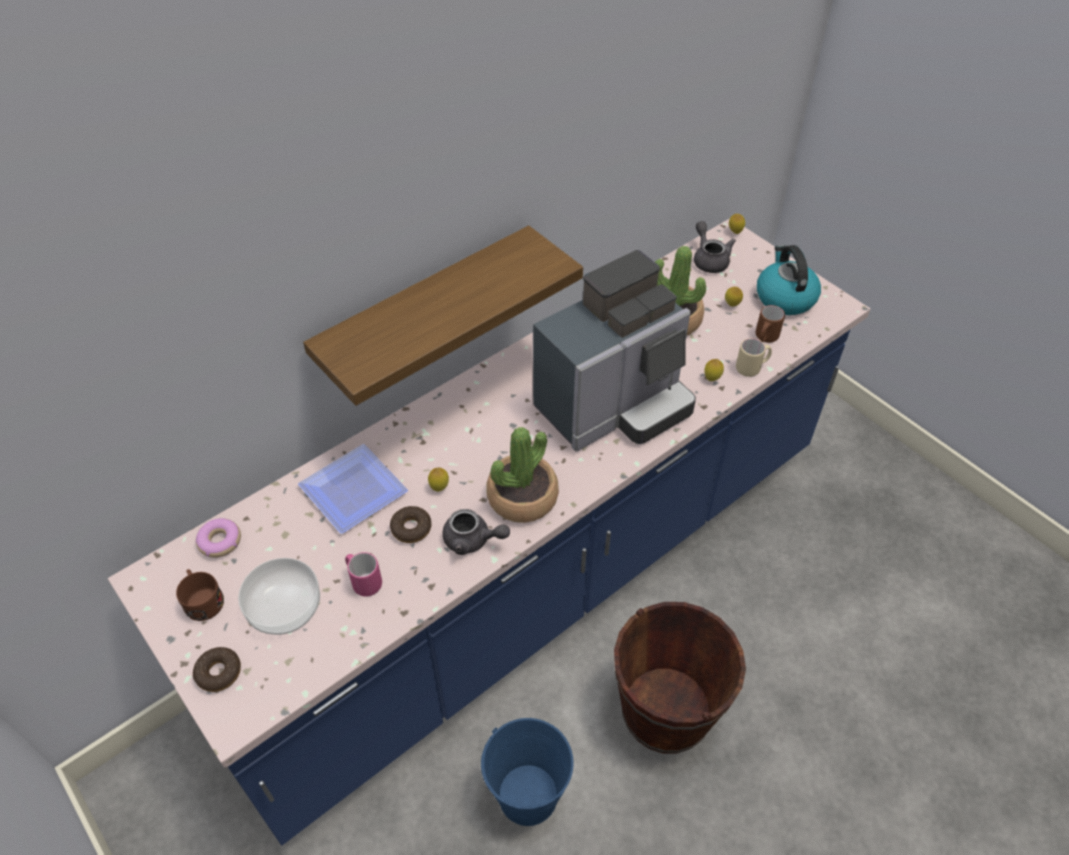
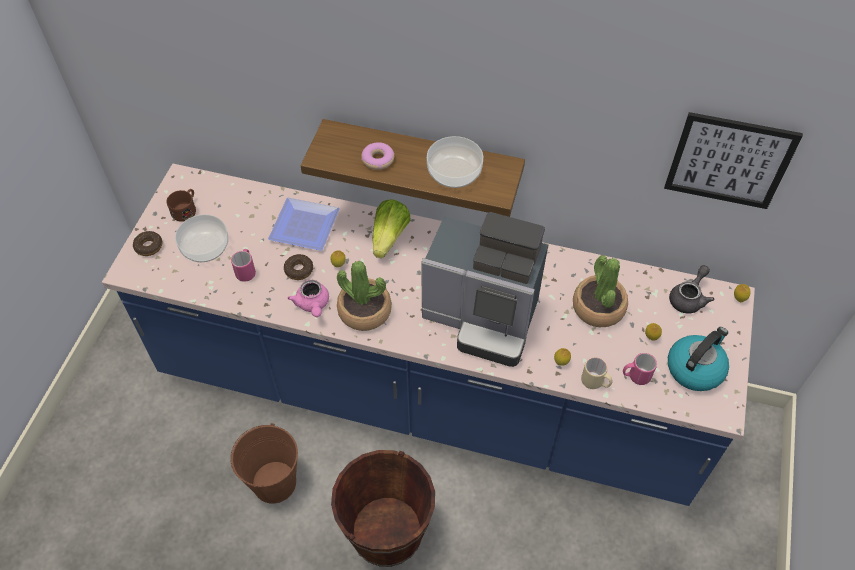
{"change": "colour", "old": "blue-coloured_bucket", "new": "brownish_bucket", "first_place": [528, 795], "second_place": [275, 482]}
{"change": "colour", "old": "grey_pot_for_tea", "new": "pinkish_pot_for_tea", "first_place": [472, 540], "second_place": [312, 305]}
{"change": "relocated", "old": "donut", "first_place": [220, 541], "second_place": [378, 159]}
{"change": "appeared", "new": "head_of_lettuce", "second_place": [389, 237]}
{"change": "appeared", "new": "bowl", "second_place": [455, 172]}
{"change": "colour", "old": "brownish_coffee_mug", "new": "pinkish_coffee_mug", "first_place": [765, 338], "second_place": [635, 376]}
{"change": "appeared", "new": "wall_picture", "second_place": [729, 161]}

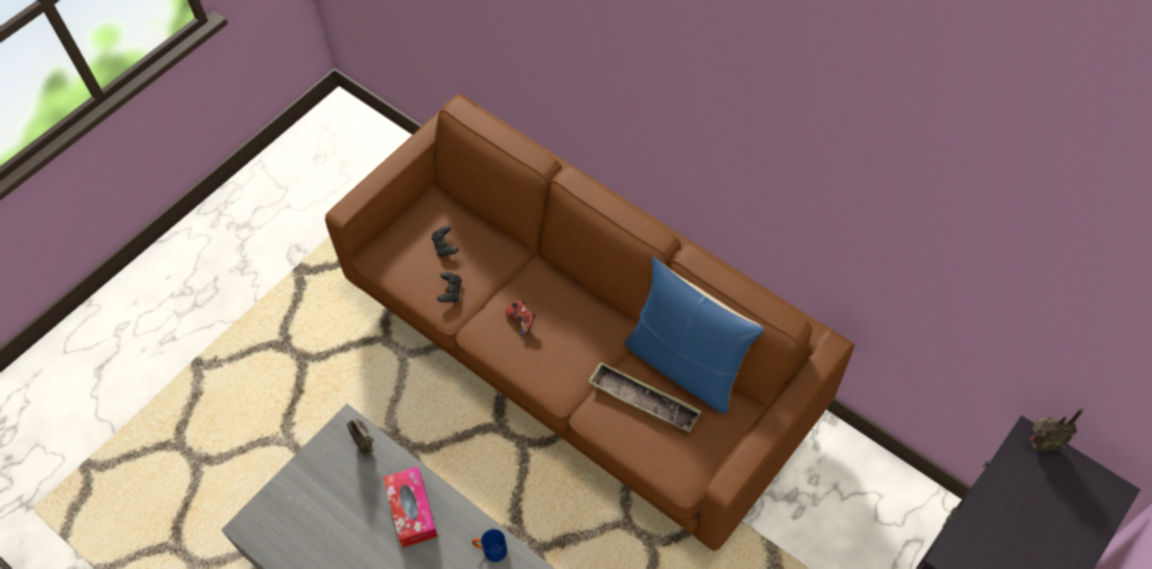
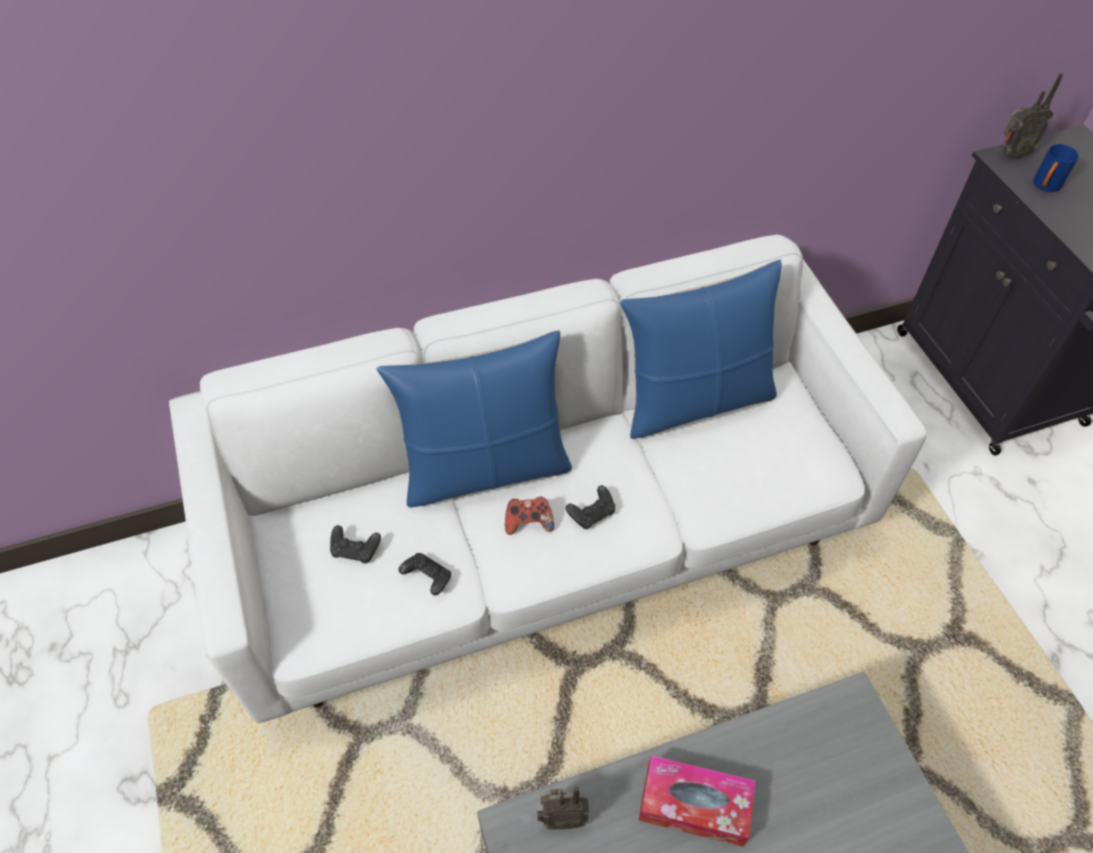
{"change": "colour", "old": "brownish_settee", "new": "white-coloured_settee", "first_place": [579, 360], "second_place": [547, 536]}
{"change": "appeared", "new": "blue-coloured_pillow", "second_place": [485, 468]}
{"change": "appeared", "new": "blackish_gamepad", "second_place": [592, 514]}
{"change": "spun", "old": "radio", "first_place": [1040, 444], "second_place": [1011, 154], "degrees": 45}
{"change": "relocated", "old": "blue-coloured_coffee_mug", "first_place": [490, 550], "second_place": [1044, 187]}
{"change": "missing", "old": "tray", "first_place": [643, 400]}

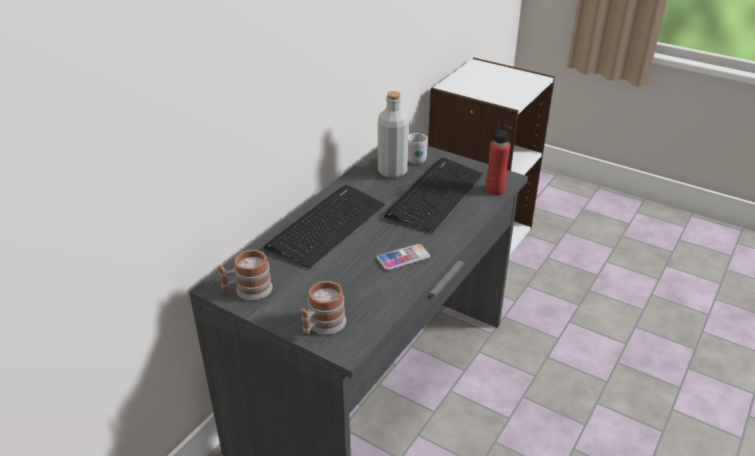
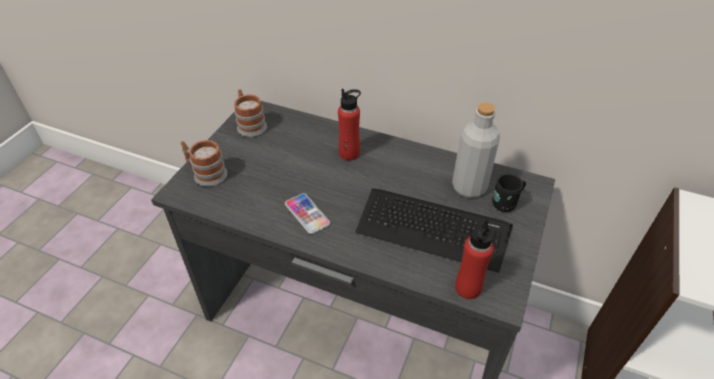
{"change": "exchanged", "old": "PC_keyboard", "new": "reddish_beverage_bottle", "first_place": [327, 226], "second_place": [349, 153]}
{"change": "colour", "old": "white-coloured_coffee_mug", "new": "blackish_coffee_mug", "first_place": [415, 159], "second_place": [506, 203]}

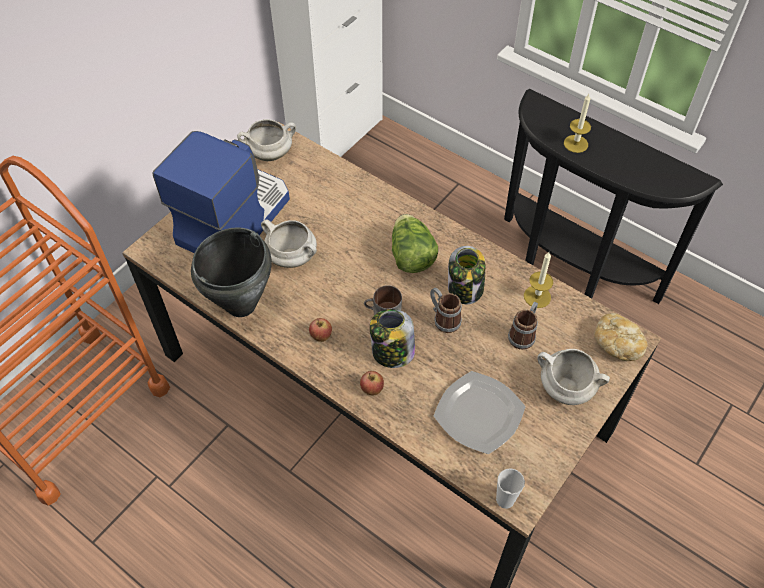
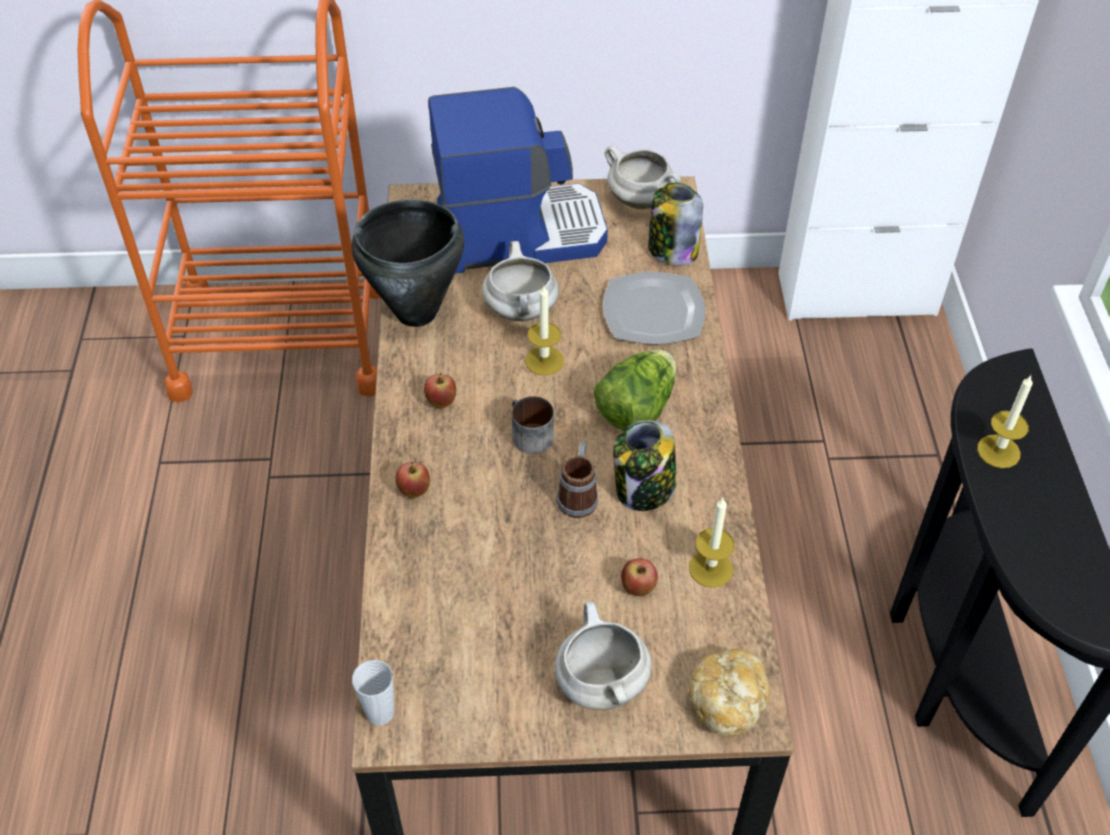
{"change": "appeared", "new": "wax_light", "second_place": [544, 361]}
{"change": "relocated", "old": "flat_dish", "first_place": [480, 413], "second_place": [654, 312]}
{"change": "exchanged", "old": "coffee_mug", "new": "apple_fruit", "first_place": [523, 334], "second_place": [638, 589]}
{"change": "relocated", "old": "storage_jar", "first_place": [392, 352], "second_place": [672, 250]}

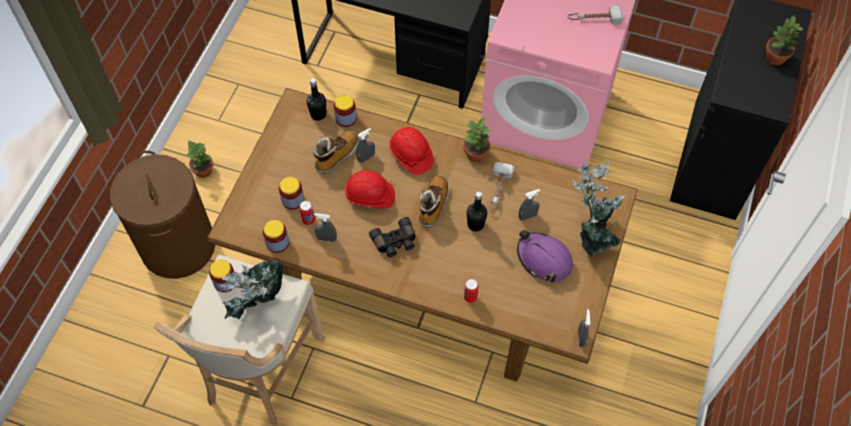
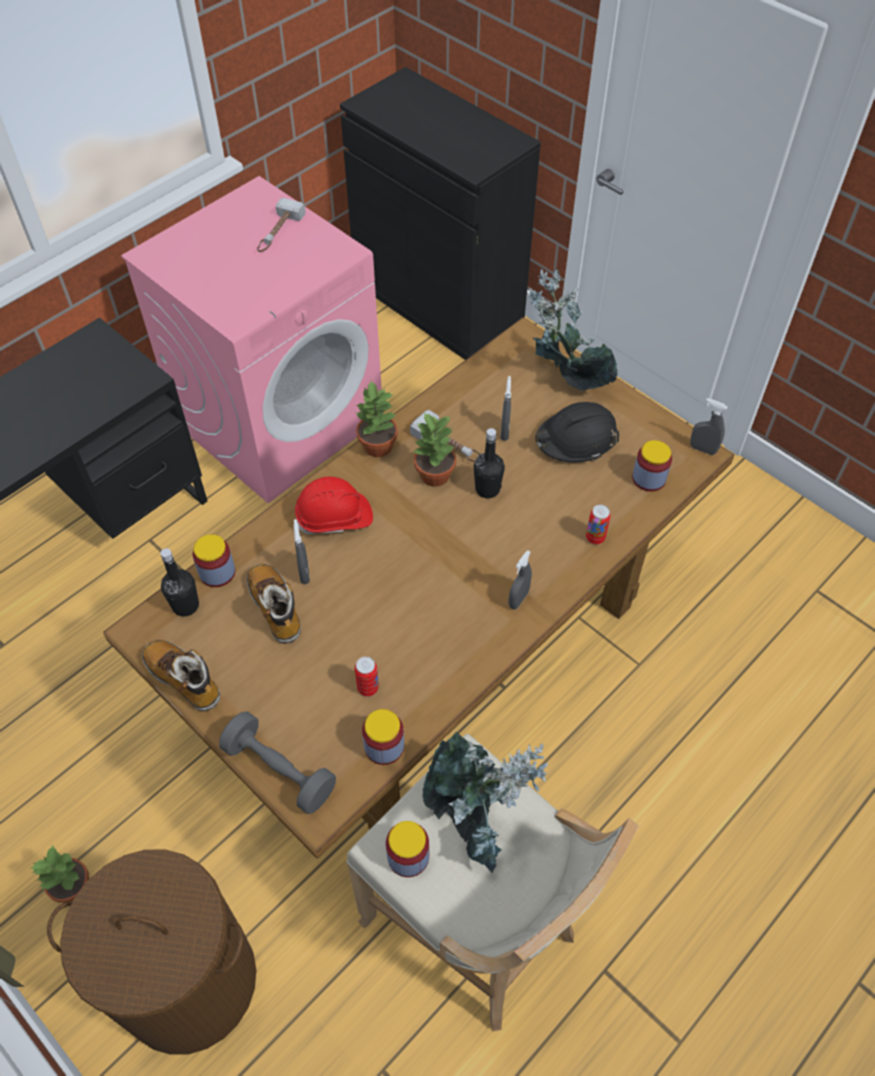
{"change": "relocated", "old": "boot", "first_place": [433, 204], "second_place": [184, 679]}
{"change": "appeared", "new": "grey_hand_weight", "second_place": [279, 770]}
{"change": "relocated", "old": "potted_plant", "first_place": [775, 58], "second_place": [435, 475]}
{"change": "relocated", "old": "grey_sprayer", "first_place": [326, 238], "second_place": [518, 599]}
{"change": "colour", "old": "purplish_work_helmet", "new": "blackish_work_helmet", "first_place": [544, 259], "second_place": [576, 440]}
{"change": "relocated", "old": "storage_jar", "first_place": [293, 200], "second_place": [649, 478]}
{"change": "missing", "old": "reddish_work_helmet", "first_place": [370, 196]}
{"change": "missing", "old": "blackish_pair_of_binoculars", "first_place": [395, 242]}

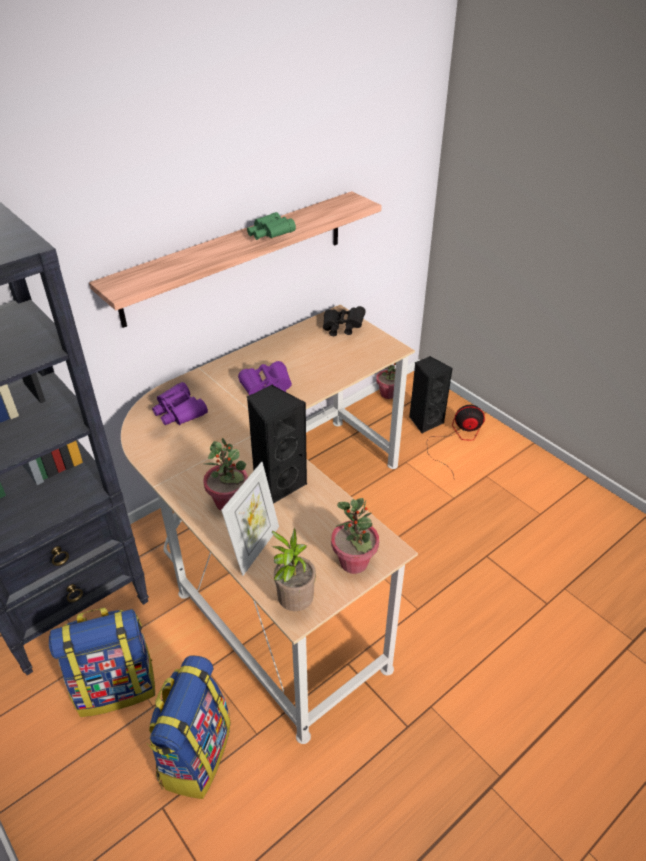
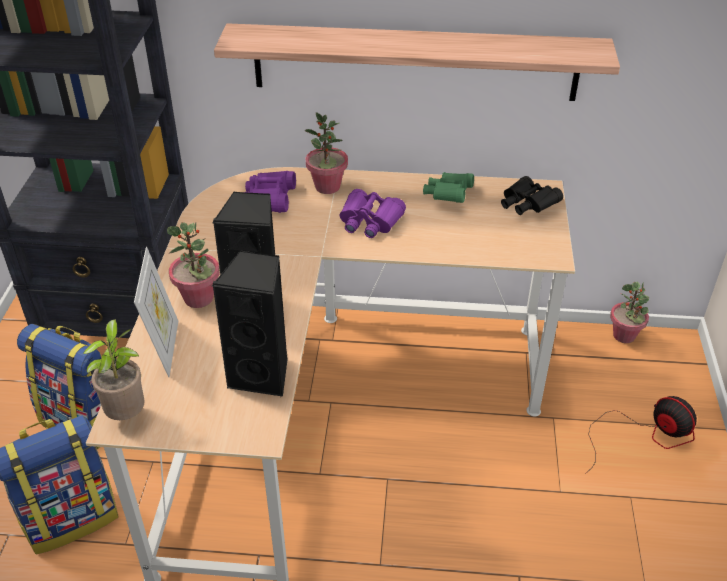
{"change": "spun", "old": "standing_frame", "first_place": [255, 548], "second_place": [165, 348], "degrees": -75}
{"change": "relocated", "old": "blackish_speaker", "first_place": [425, 421], "second_place": [262, 374]}
{"change": "relocated", "old": "potted_plant", "first_place": [354, 562], "second_place": [327, 187]}
{"change": "relocated", "old": "greenish_pair_of_binoculars", "first_place": [270, 236], "second_place": [448, 196]}

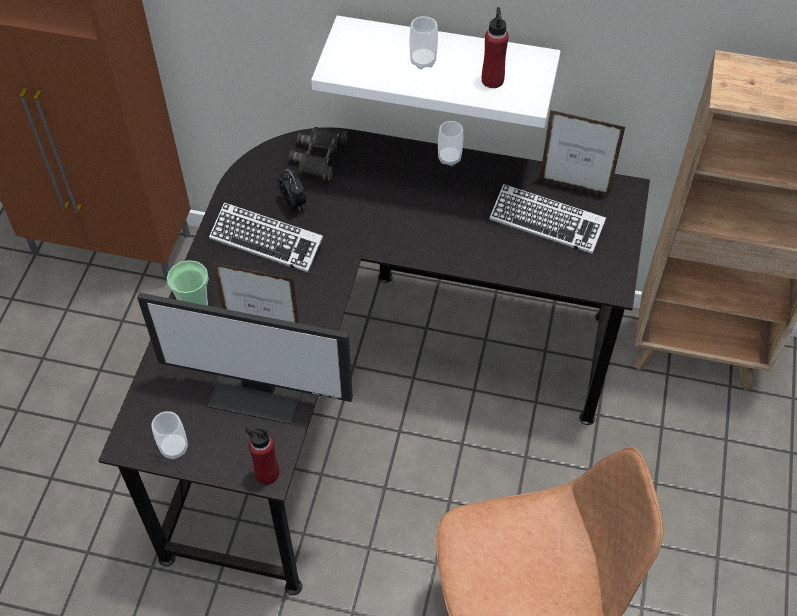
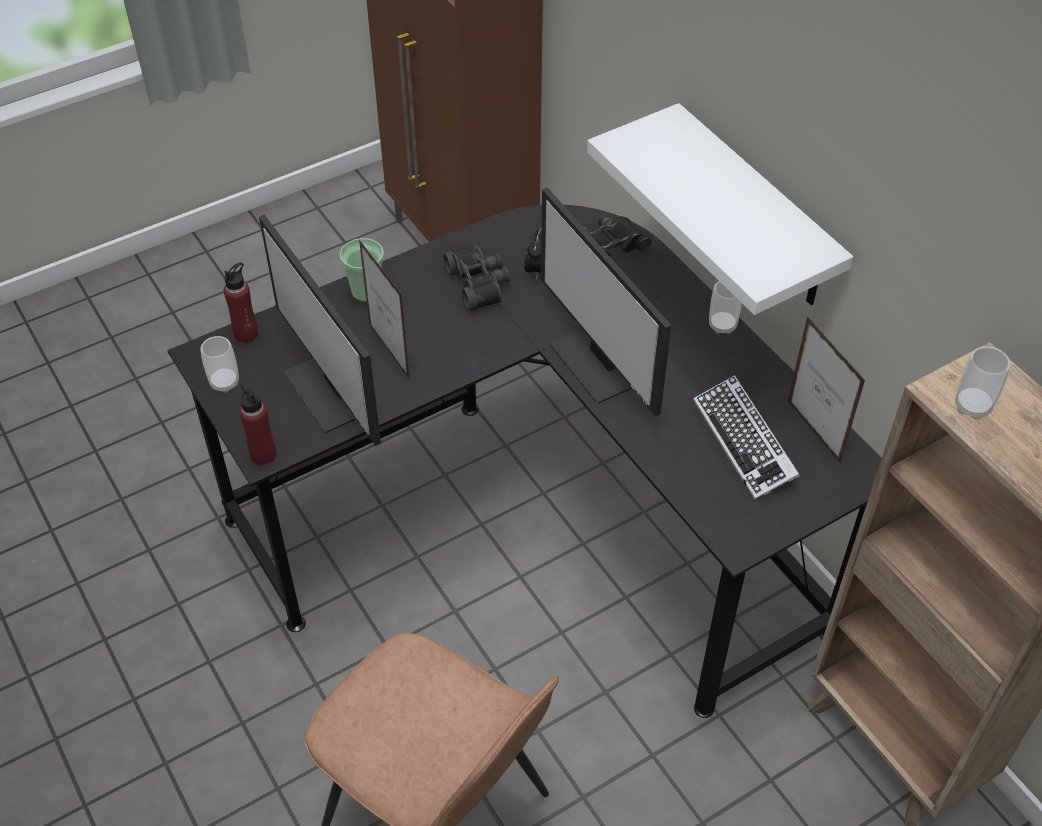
{"change": "relocated", "old": "reddish_beverage_bottle", "first_place": [492, 80], "second_place": [246, 334]}
{"change": "exchanged", "old": "PC_keyboard", "new": "blackish_pair_of_binoculars", "first_place": [267, 241], "second_place": [480, 284]}
{"change": "appeared", "new": "computer_display", "second_place": [599, 363]}
{"change": "relocated", "old": "small_cup", "first_place": [423, 61], "second_place": [972, 406]}

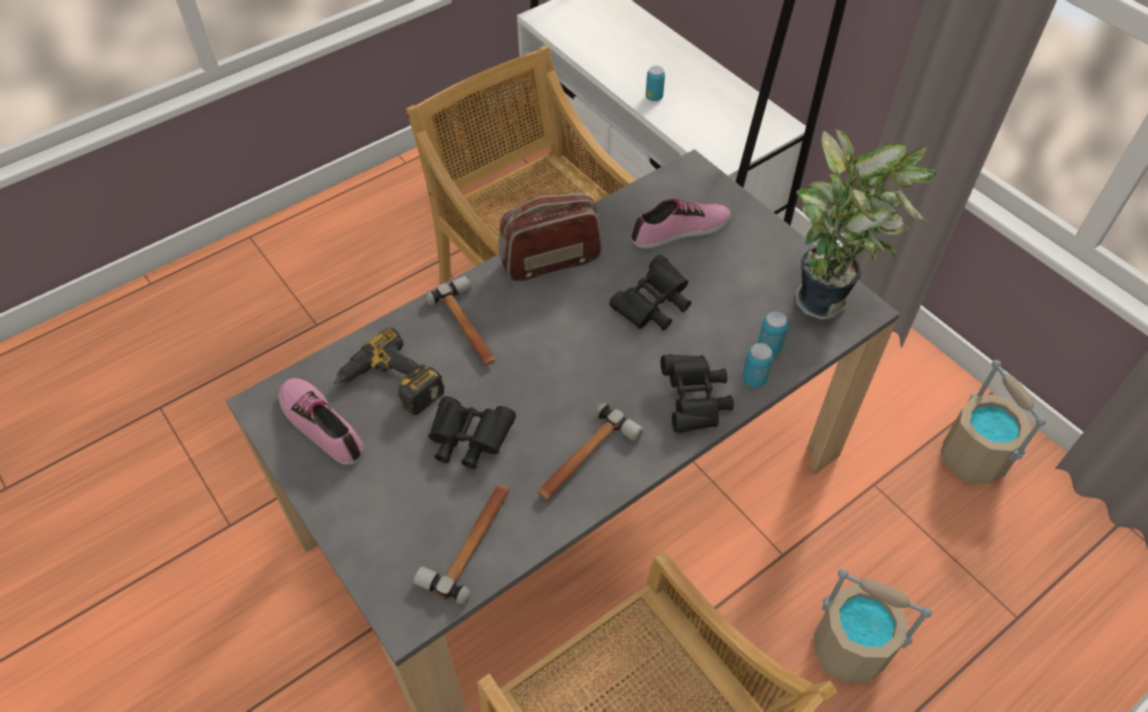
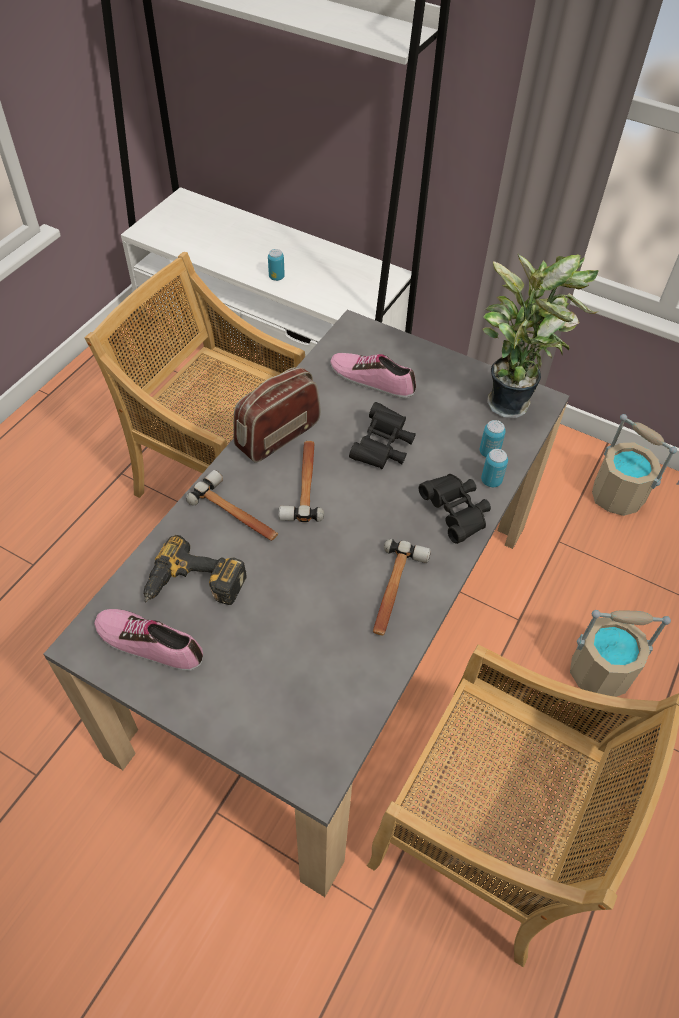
{"change": "relocated", "old": "tool_hammer", "first_place": [471, 542], "second_place": [304, 483]}
{"change": "spun", "old": "low_shoe", "first_place": [681, 231], "second_place": [372, 379], "degrees": -105}
{"change": "missing", "old": "blackish_pair_of_binoculars", "first_place": [469, 441]}

